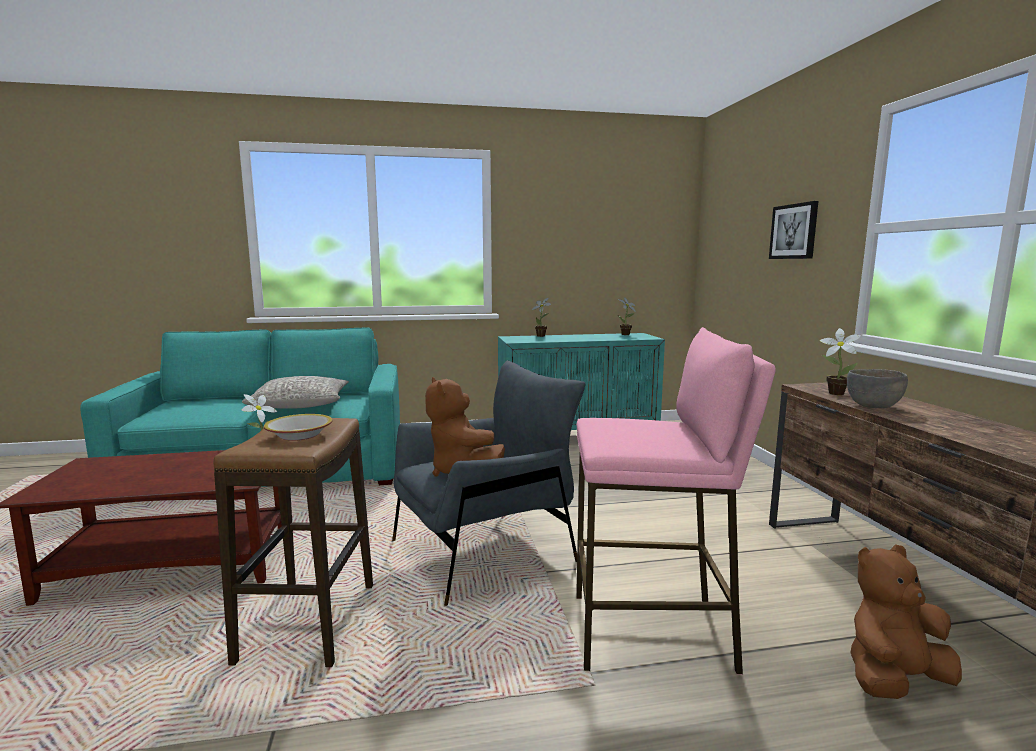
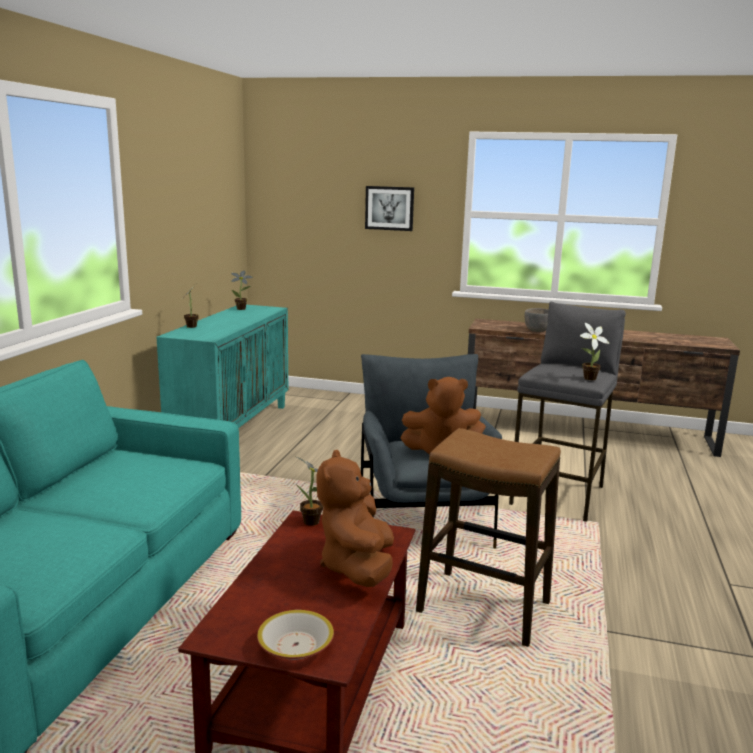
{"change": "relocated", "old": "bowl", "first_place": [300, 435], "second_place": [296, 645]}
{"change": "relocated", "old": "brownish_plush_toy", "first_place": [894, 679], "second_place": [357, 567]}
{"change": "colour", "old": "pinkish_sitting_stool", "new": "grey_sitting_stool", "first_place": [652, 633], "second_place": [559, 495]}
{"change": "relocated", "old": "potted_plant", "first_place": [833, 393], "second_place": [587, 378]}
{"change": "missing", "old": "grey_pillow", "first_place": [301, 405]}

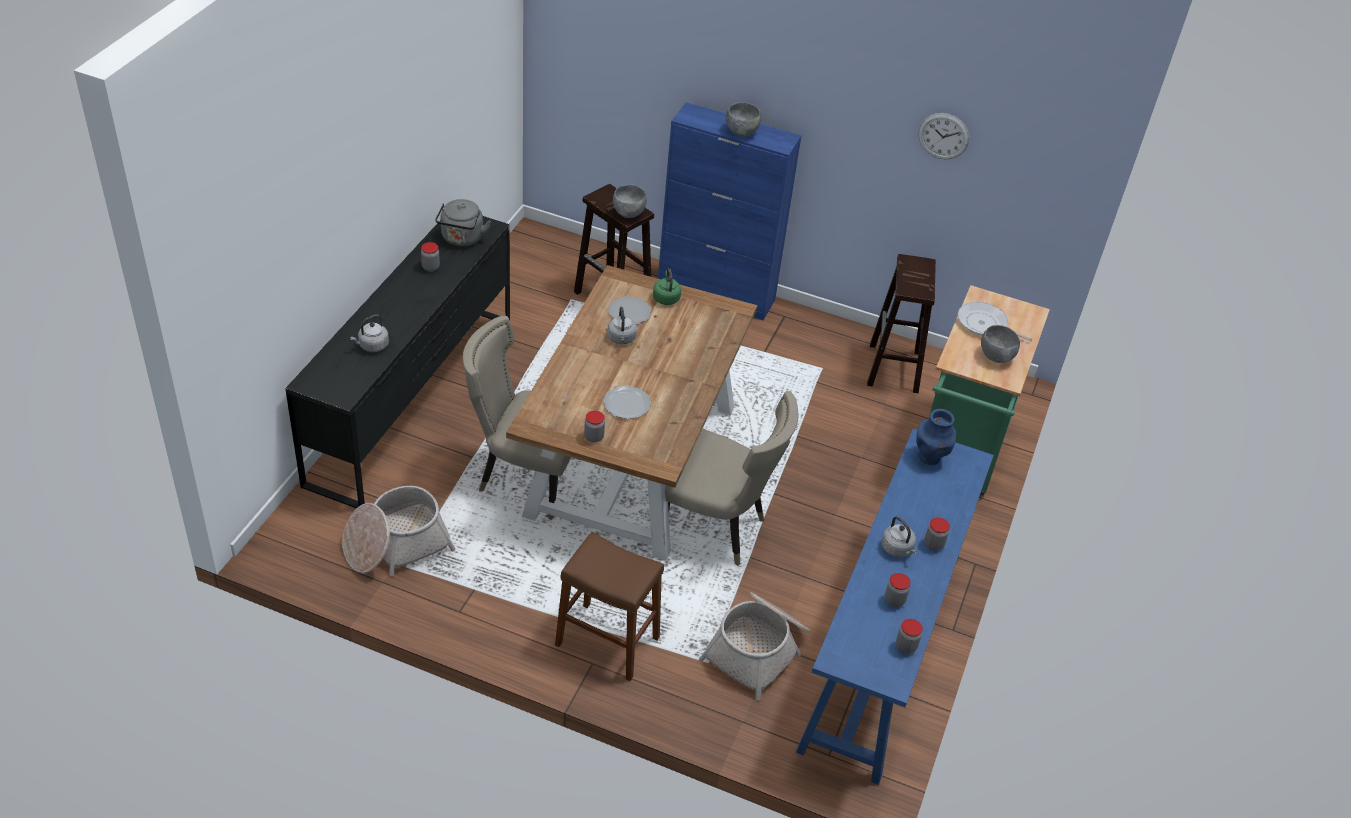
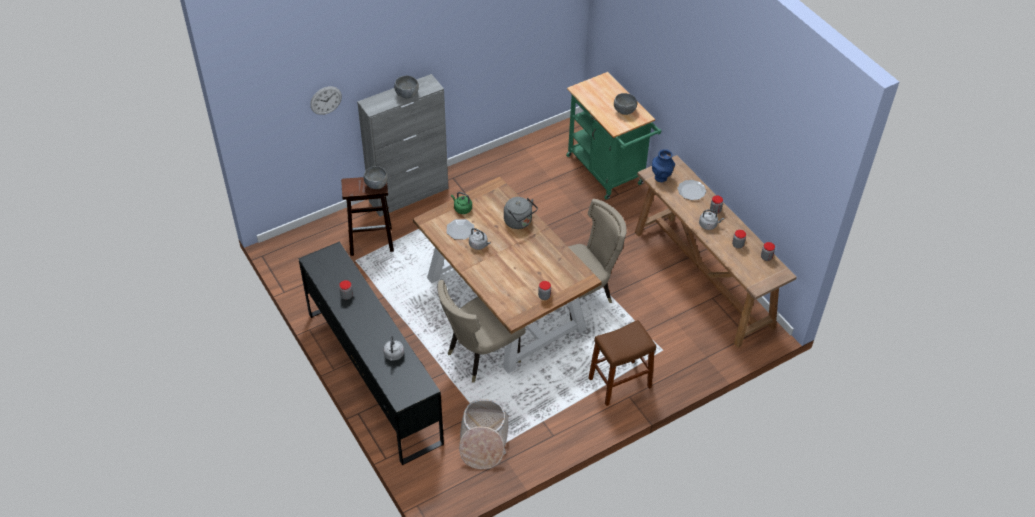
{"change": "relocated", "old": "hanging_clock", "first_place": [943, 136], "second_place": [326, 100]}
{"change": "colour", "old": "blue-coloured_cabinet", "new": "grey_cabinet", "first_place": [716, 293], "second_place": [409, 195]}
{"change": "relocated", "old": "grey_kettle", "first_place": [462, 239], "second_place": [519, 222]}
{"change": "colour", "old": "blue-coloured_console_table", "new": "brownish_console_table", "first_place": [882, 649], "second_place": [703, 279]}
{"change": "relocated", "old": "flat_dish", "first_place": [626, 404], "second_place": [691, 191]}
{"change": "missing", "old": "basket", "first_place": [758, 649]}
{"change": "missing", "old": "brownish_sitting_stool", "first_place": [894, 369]}
{"change": "missing", "old": "pan", "first_place": [984, 324]}

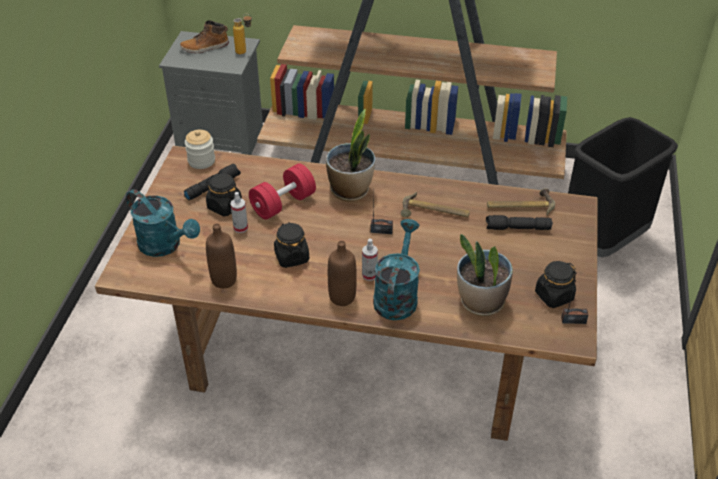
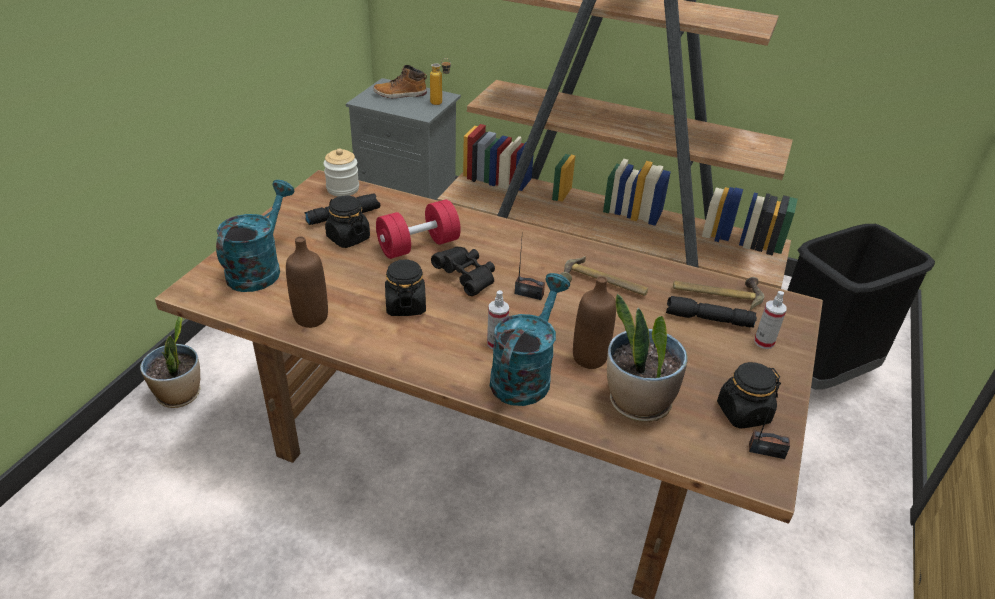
{"change": "relocated", "old": "potted_plant", "first_place": [350, 190], "second_place": [180, 395]}
{"change": "spun", "old": "turquoise_watering_can", "first_place": [165, 246], "second_place": [259, 268], "degrees": -120}
{"change": "appeared", "new": "blackish_pair_of_binoculars", "second_place": [467, 278]}
{"change": "relocated", "old": "brownish_beverage_bottle", "first_place": [342, 297], "second_place": [589, 358]}
{"change": "relocated", "old": "sprayer", "first_place": [240, 228], "second_place": [764, 342]}

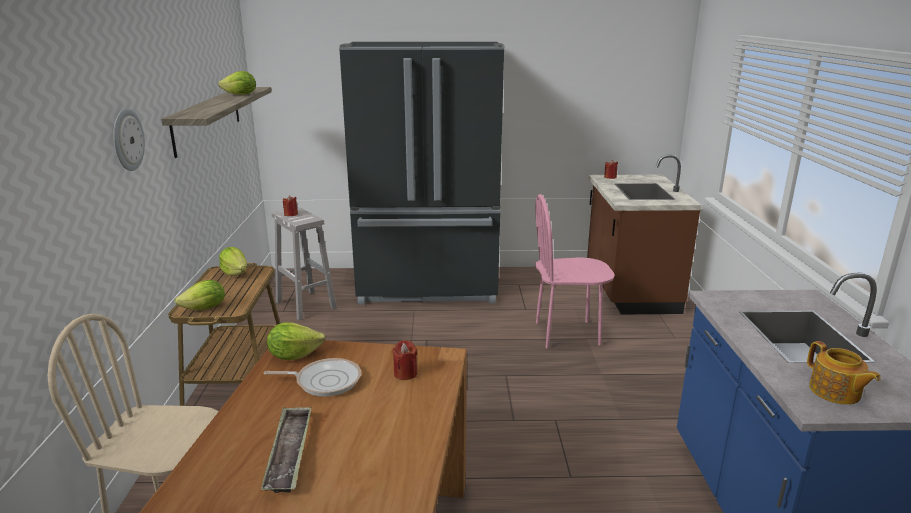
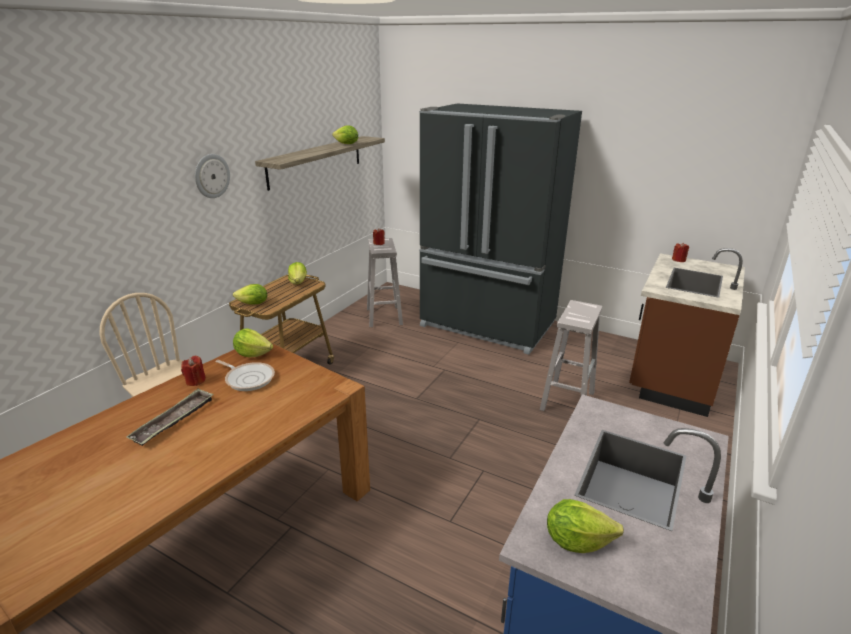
{"change": "relocated", "old": "reddish_wax_light", "first_place": [405, 373], "second_place": [195, 381]}
{"change": "exchanged", "old": "pinkish_plain_chair", "new": "white-coloured_sitting_stool", "first_place": [567, 334], "second_place": [567, 400]}
{"change": "exchanged", "old": "pot_for_tea", "new": "head_of_lettuce", "first_place": [835, 392], "second_place": [577, 541]}

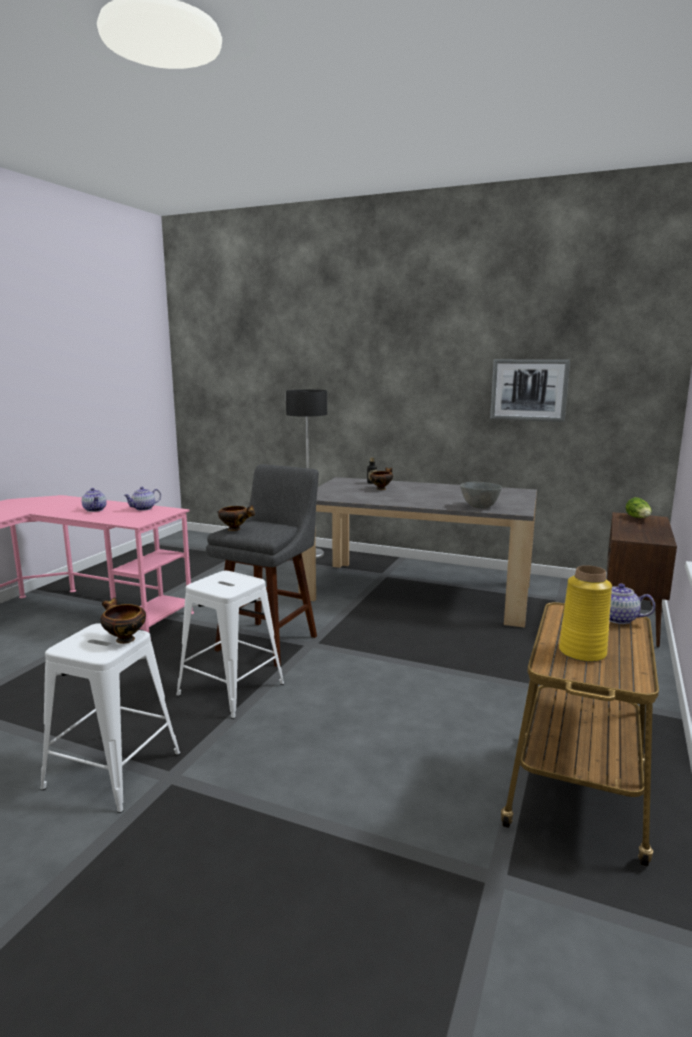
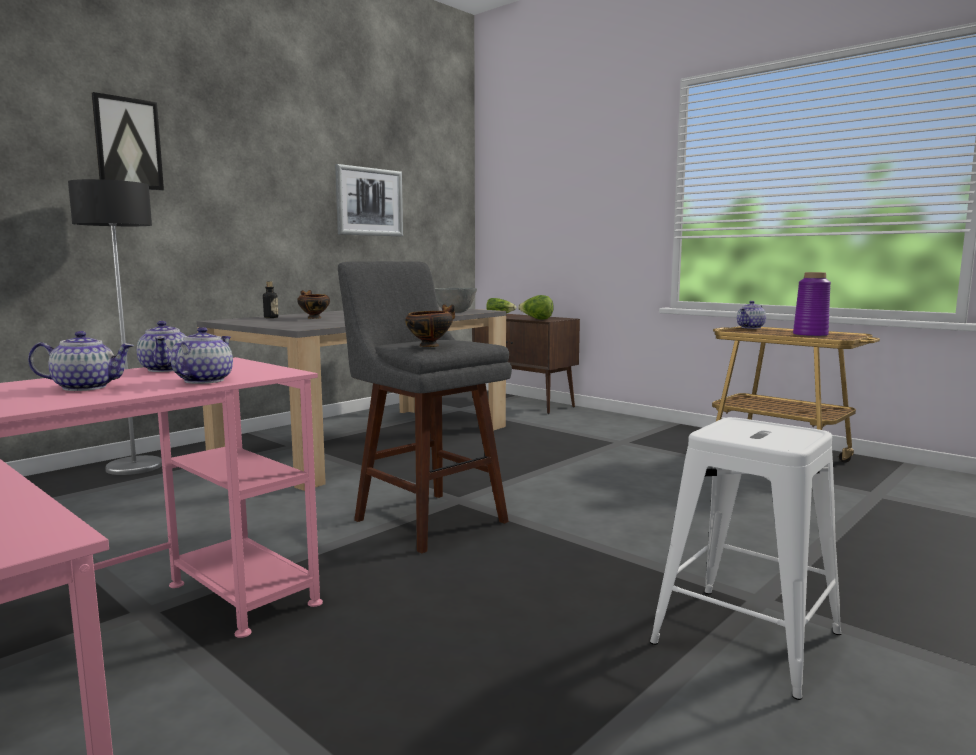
{"change": "appeared", "new": "wall_picture", "second_place": [128, 143]}
{"change": "appeared", "new": "pot_for_tea", "second_place": [204, 380]}
{"change": "appeared", "new": "head_of_lettuce", "second_place": [536, 319]}
{"change": "colour", "old": "yellow-coloured_vase", "new": "purplish_vase", "first_place": [581, 652], "second_place": [810, 335]}
{"change": "missing", "old": "bowl", "first_place": [124, 639]}
{"change": "missing", "old": "white-coloured_sitting_stool", "first_place": [230, 689]}

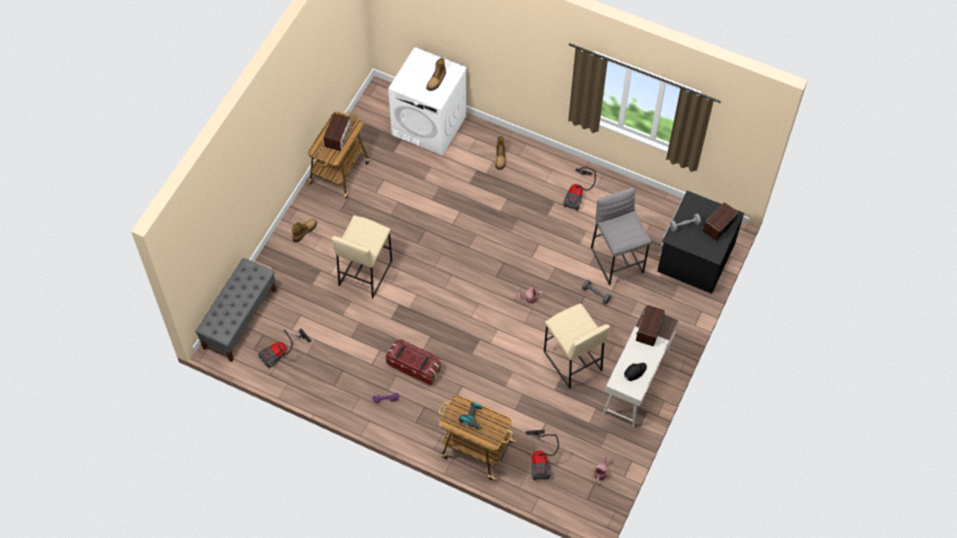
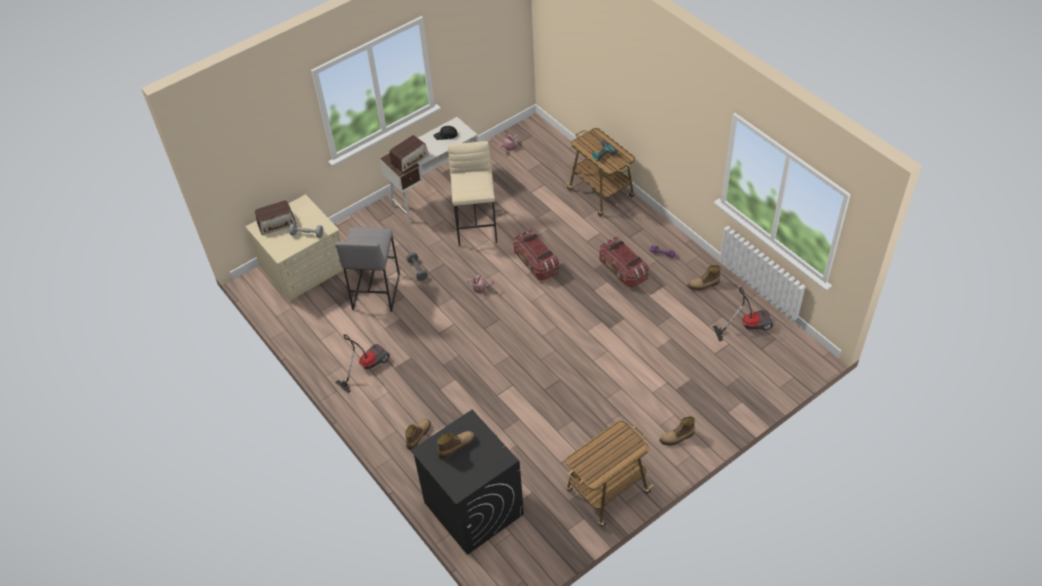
{"change": "colour", "old": "blackish_drawer_chest", "new": "beige-coloured_drawer_chest", "first_place": [695, 257], "second_place": [304, 269]}
{"change": "colour", "old": "white-coloured_laundry_appliance", "new": "blackish_laundry_appliance", "first_place": [429, 125], "second_place": [473, 508]}
{"change": "appeared", "new": "storage_container", "second_place": [536, 263]}
{"change": "appeared", "new": "boot", "second_place": [703, 285]}
{"change": "missing", "old": "grey_long_seat", "first_place": [240, 319]}
{"change": "missing", "old": "radio", "first_place": [338, 136]}
{"change": "missing", "old": "beige-coloured_sitting_stool", "first_place": [365, 273]}
{"change": "missing", "old": "vacuum", "first_place": [540, 460]}

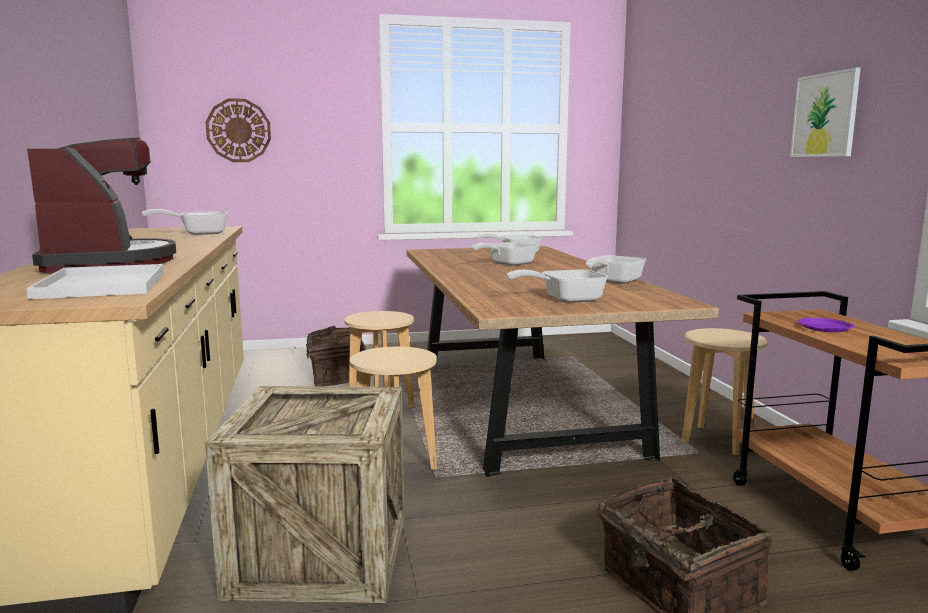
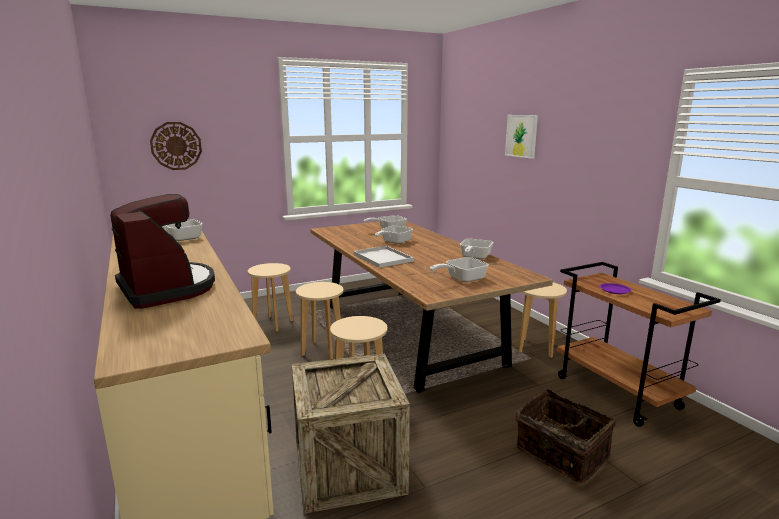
{"change": "exchanged", "old": "basket", "new": "beige-coloured_sitting_stool", "first_place": [336, 376], "second_place": [273, 324]}
{"change": "relocated", "old": "white-coloured_tray", "first_place": [104, 285], "second_place": [384, 258]}
{"change": "relocated", "old": "wall_picture", "first_place": [825, 115], "second_place": [521, 136]}

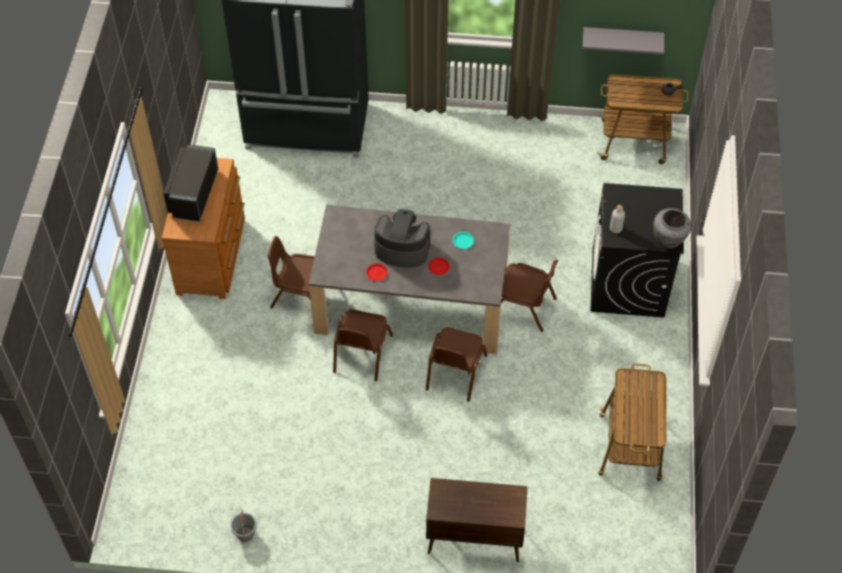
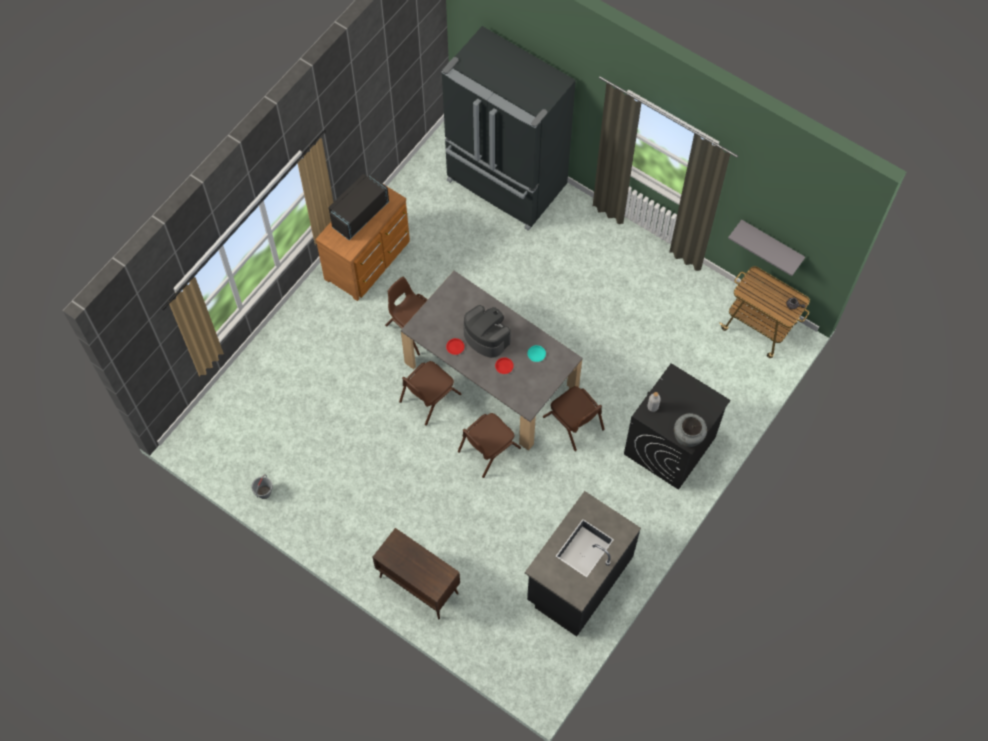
{"change": "exchanged", "old": "trolley", "new": "blackish_kitchen_base_unit", "first_place": [629, 449], "second_place": [578, 579]}

